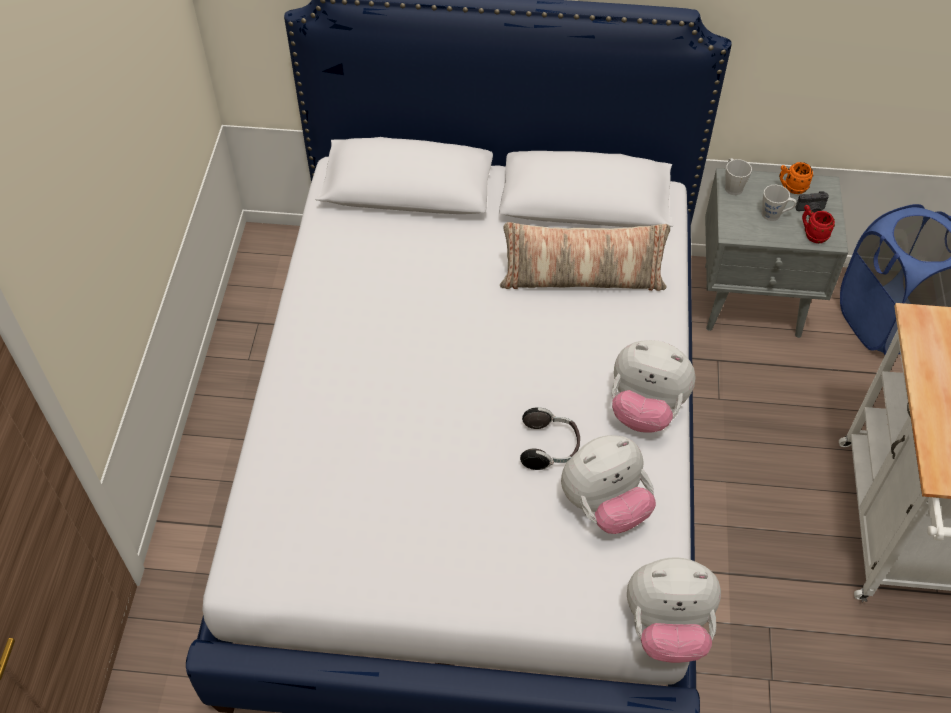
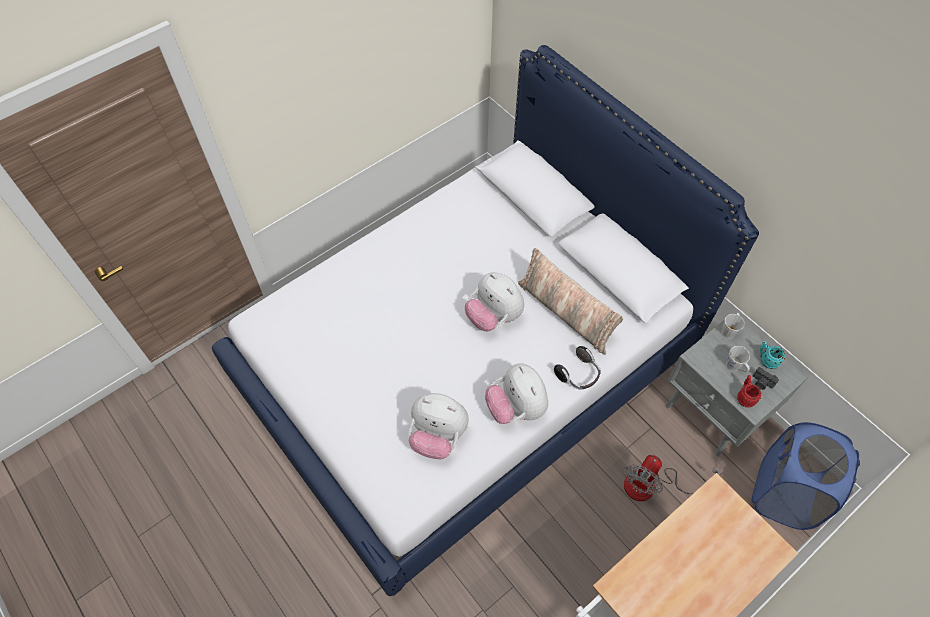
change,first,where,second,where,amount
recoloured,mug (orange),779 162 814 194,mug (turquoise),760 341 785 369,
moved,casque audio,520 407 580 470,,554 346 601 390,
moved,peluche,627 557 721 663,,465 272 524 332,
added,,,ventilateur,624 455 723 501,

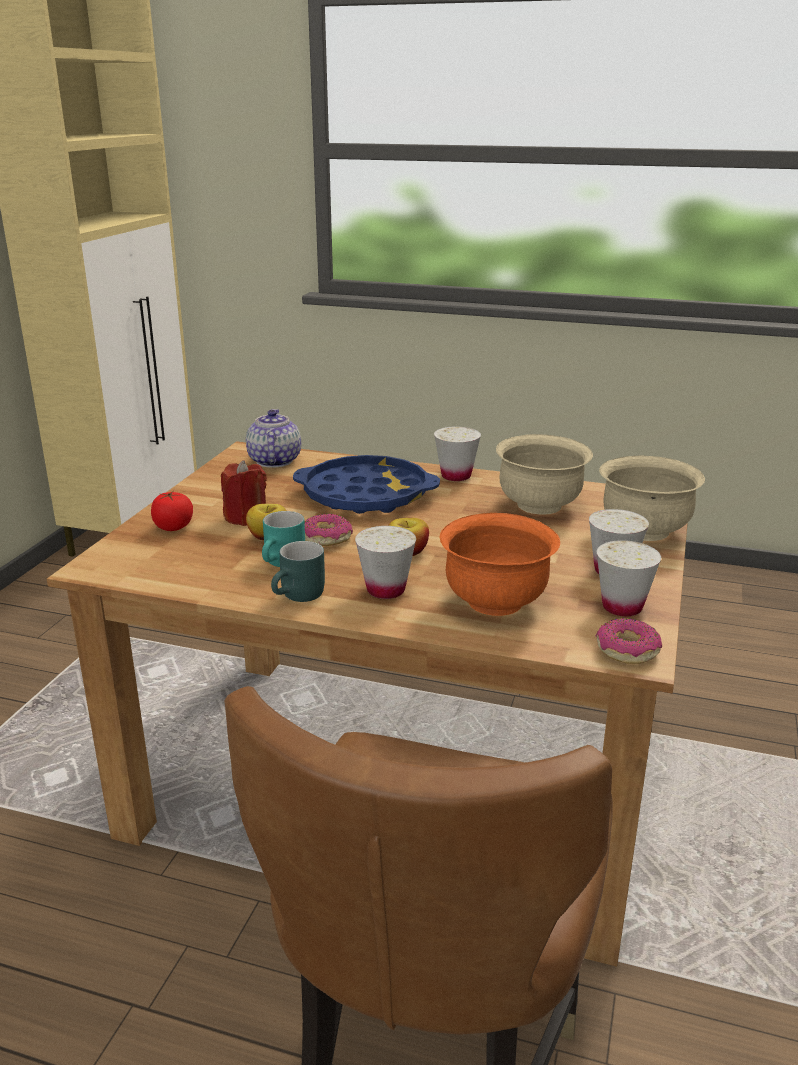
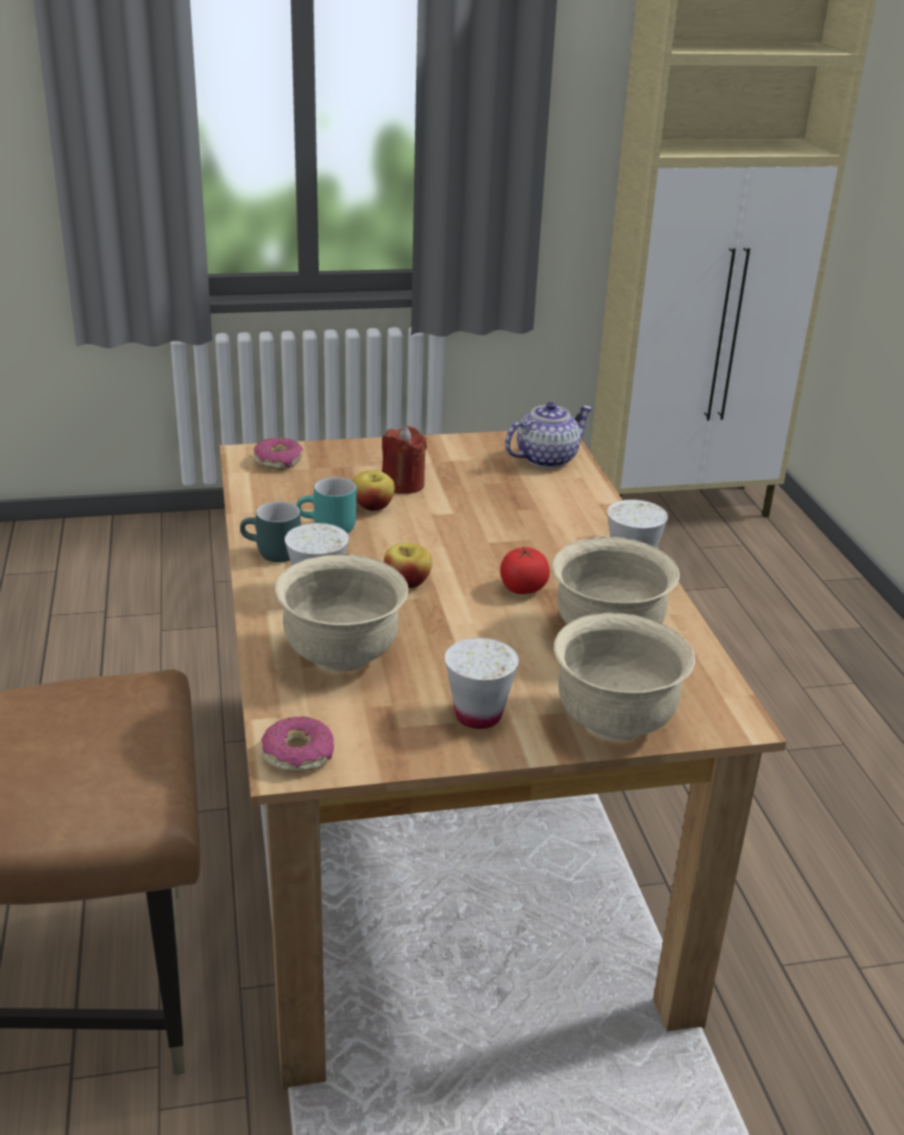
change,first,where,second,where,amount
removed,plateau (bleu),293 455 440 514,,,
moved,tomate,151 492 193 531,,500 546 550 594,
recoloured,bol (orange),440 513 560 616,bol (beige),275 554 408 672,
moved,beignet,305 514 353 546,,254 437 303 470,
removed,tasse (blanc),597 540 661 616,,,

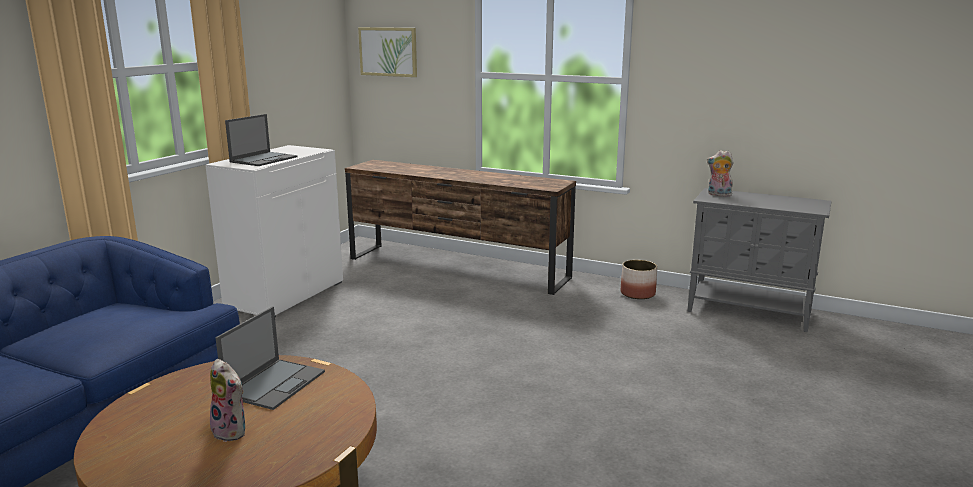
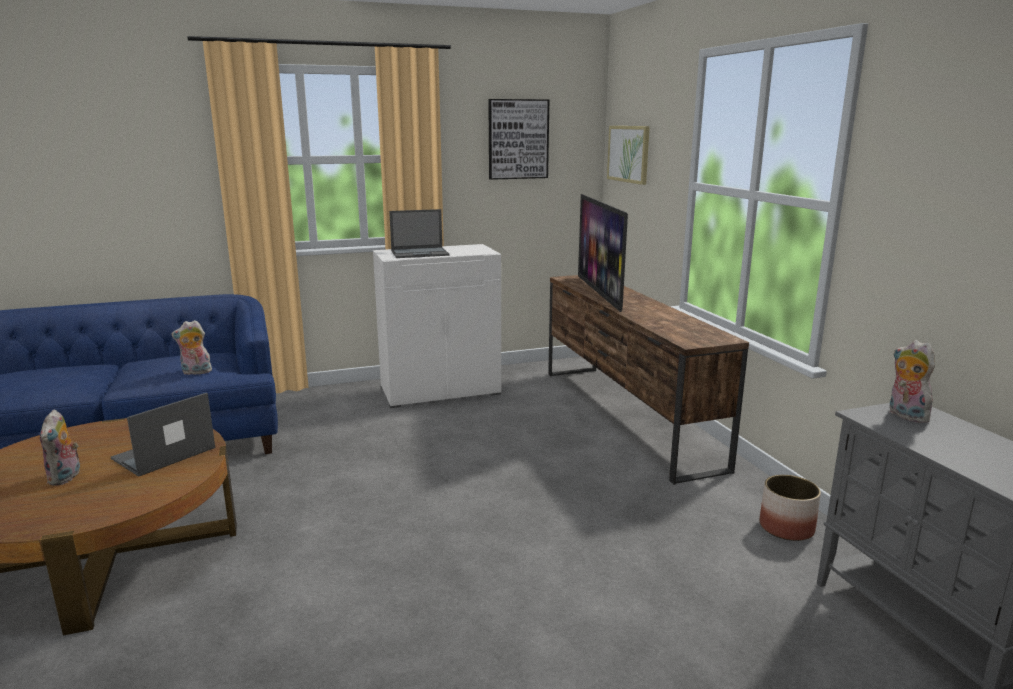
change,first,where,second,where,amount
turned,ordinateur portable,215 306 325 410,,111 393 215 477,150 degrees clockwise
added,,,tableau,488 99 549 180,
added,,,téléviseur,578 194 628 312,
added,,,peluche,171 320 215 375,

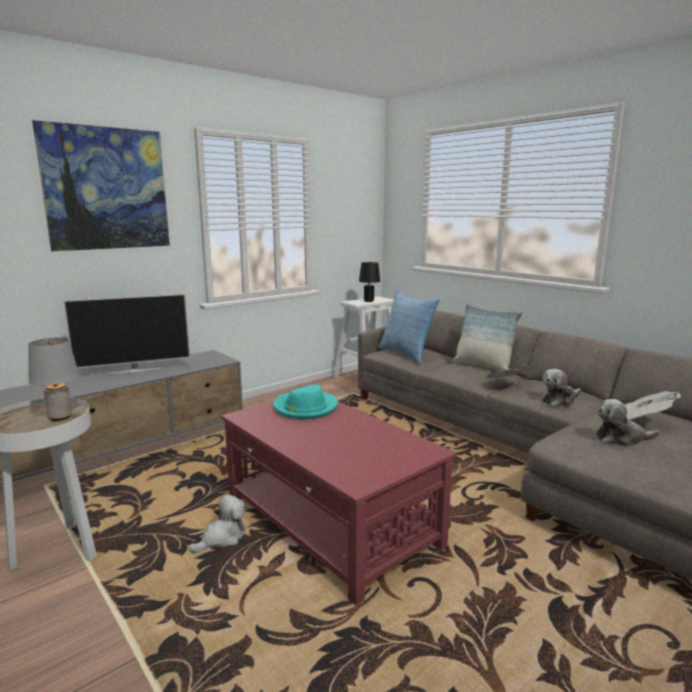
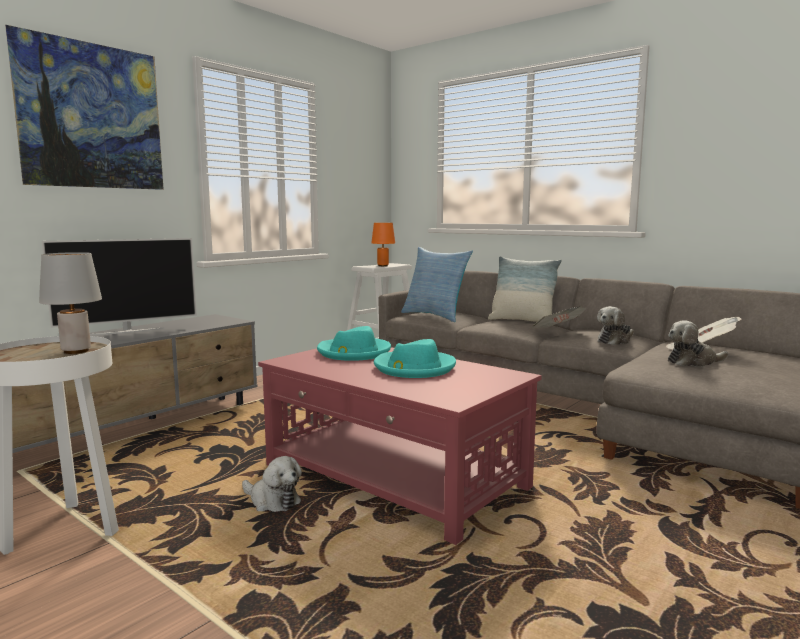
change,first,where,second,where,amount
recoloured,lampe de table (noir),359 262 380 302,lampe de table (orange),371 223 395 266,
turned,peluche,189 495 245 553,,242 456 302 512,90 degrees clockwise
added,,,chapeau (turquoise),374 339 456 378,

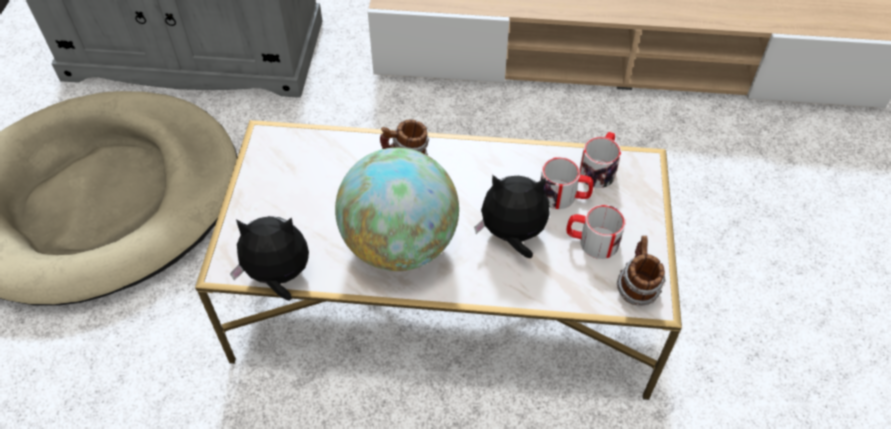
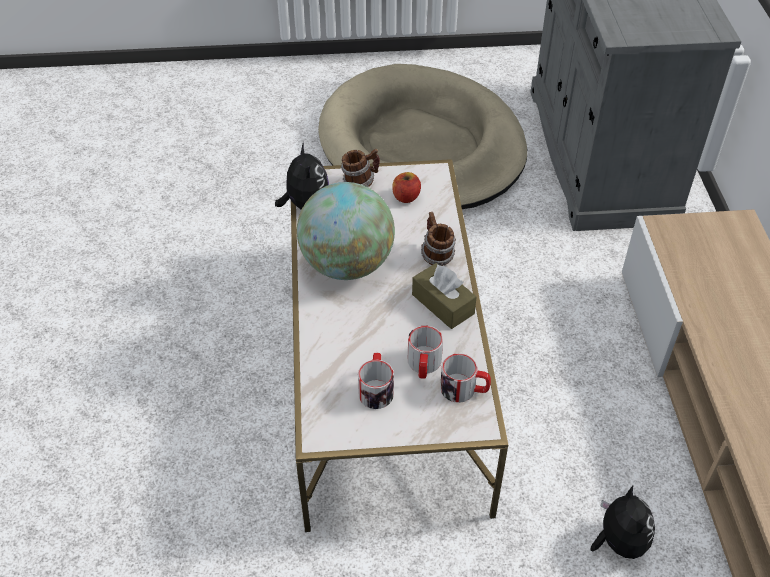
change,first,where,second,where,amount
moved,peluche,474 175 550 259,,591 486 655 559,
moved,mug,616 236 666 306,,341 149 380 187,
added,,,pomme,392 172 421 203,
added,,,boîte à mouchoirs (marron),412 263 477 329,

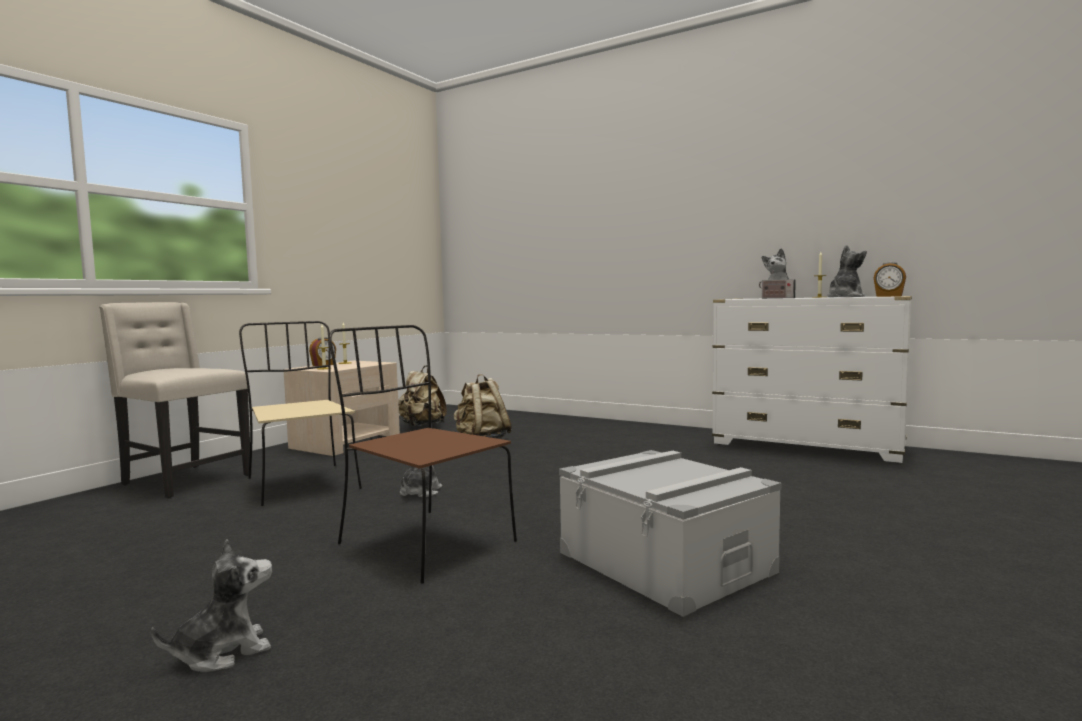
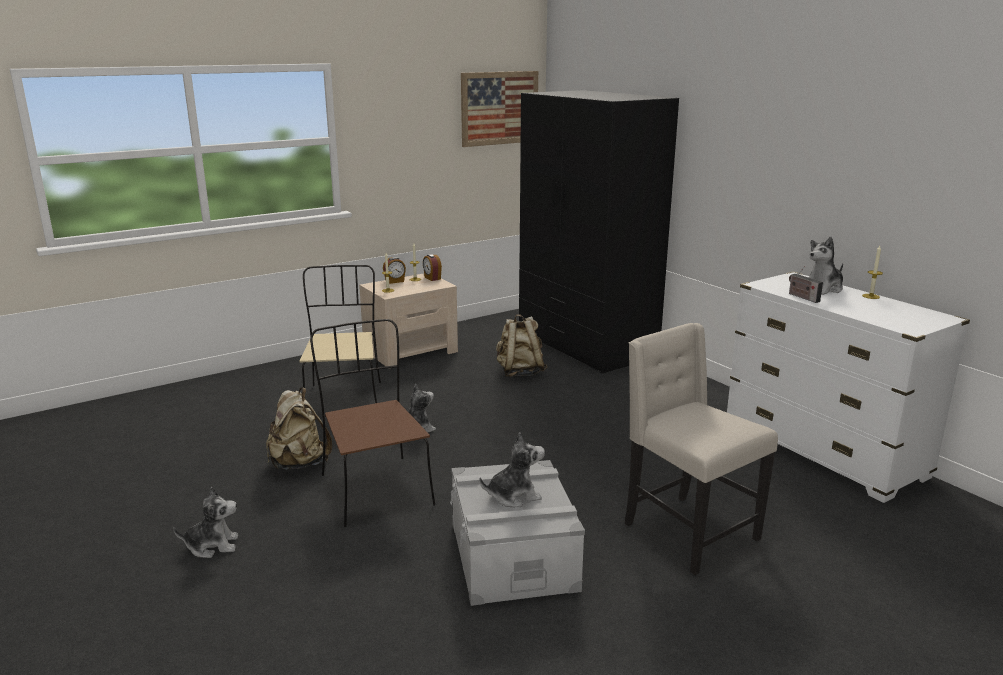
change,first,where,second,where,amount
moved,peluche,827 245 867 297,,479 432 545 507,
moved,réveil,874 262 906 297,,423 254 442 281,
moved,chaise (beige),99 302 252 499,,625 323 778 575,
moved,sac à dos (beige),398 365 447 426,,266 387 332 470,
added,,,tableau,461 71 538 147,
added,,,armoire (noir),519 90 679 373,

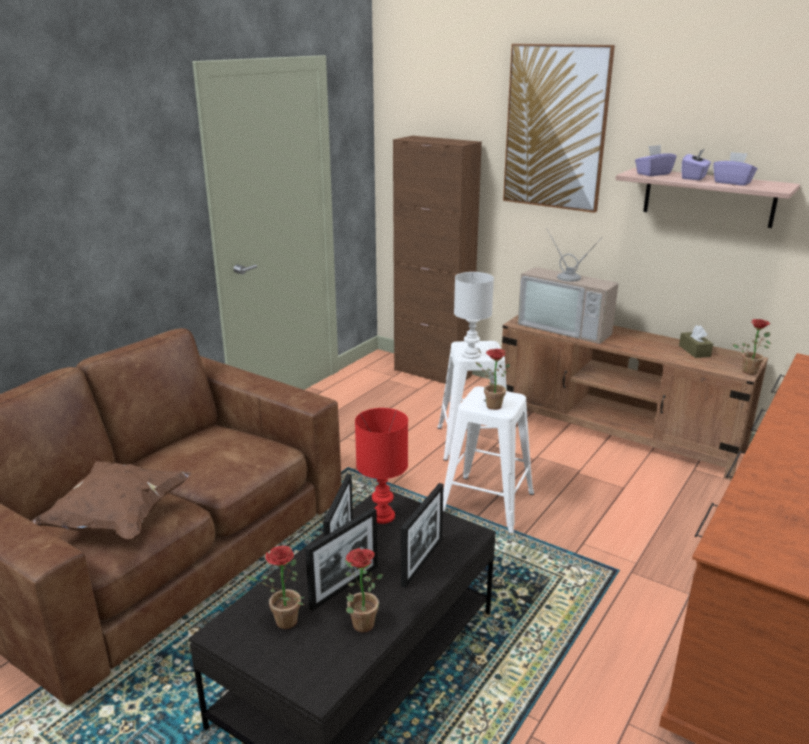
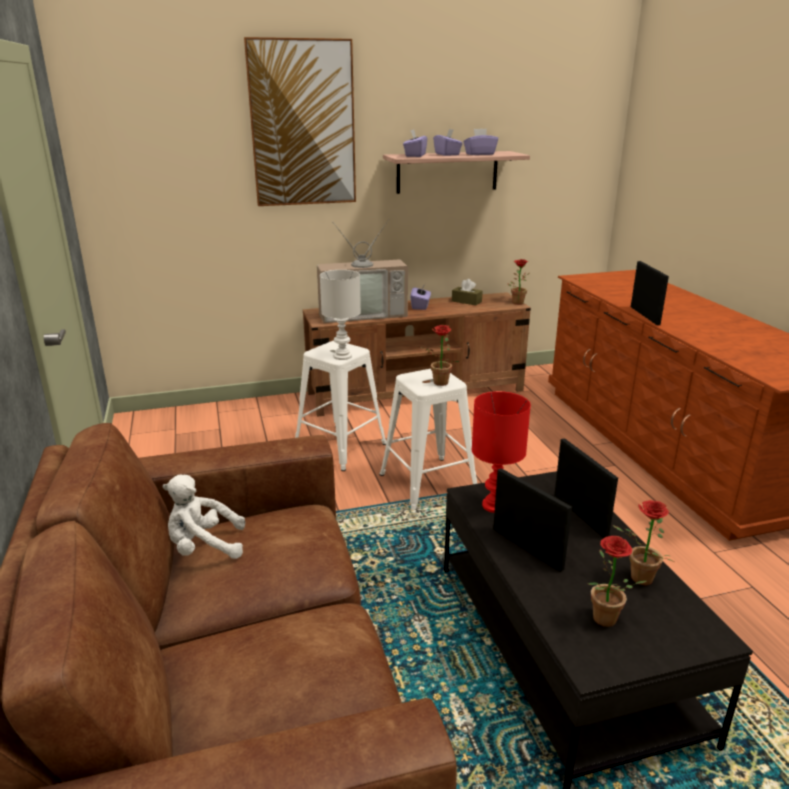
change,first,where,second,where,amount
removed,meuble de rangement (marron),393 136 482 384,,,
removed,coussin (marron),31 461 192 539,,,
moved,cadre photo,305 508 378 611,,631 261 669 325,
added,,,boîte à mouchoirs (violet),411 284 431 310,
added,,,peluche (blanc),162 474 245 559,

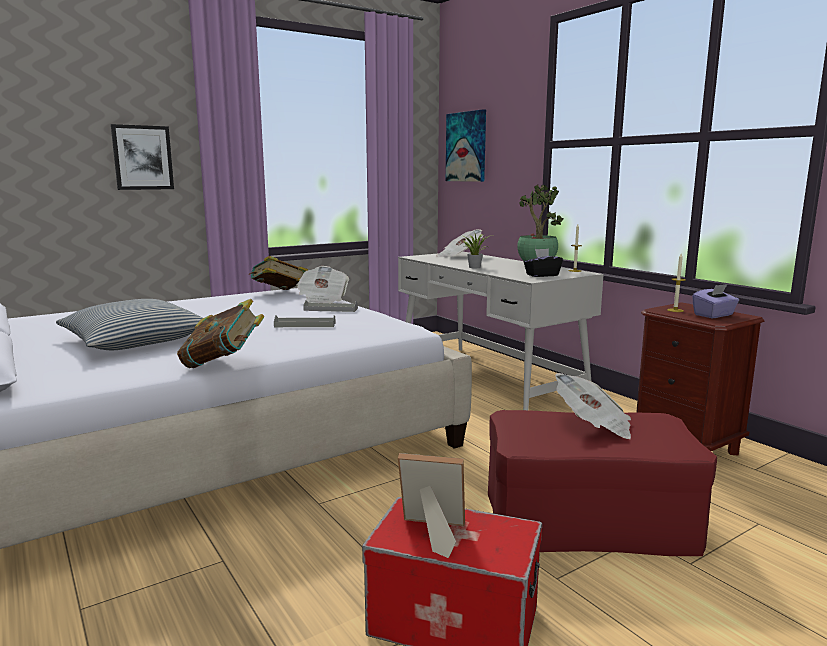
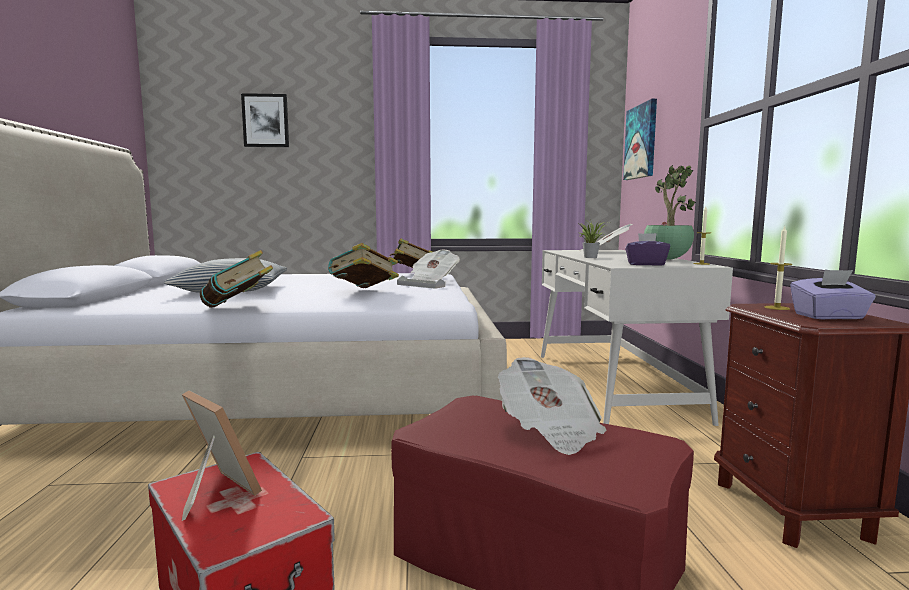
change,first,where,second,where,amount
moved,tableau,111 124 174 190,,241 93 289 147,
recoloured,boîte à mouchoirs (noir),524 248 563 277,boîte à mouchoirs (violet),625 233 670 266,
replaced,plateau (gris),274 315 335 327,livre,328 243 399 288,

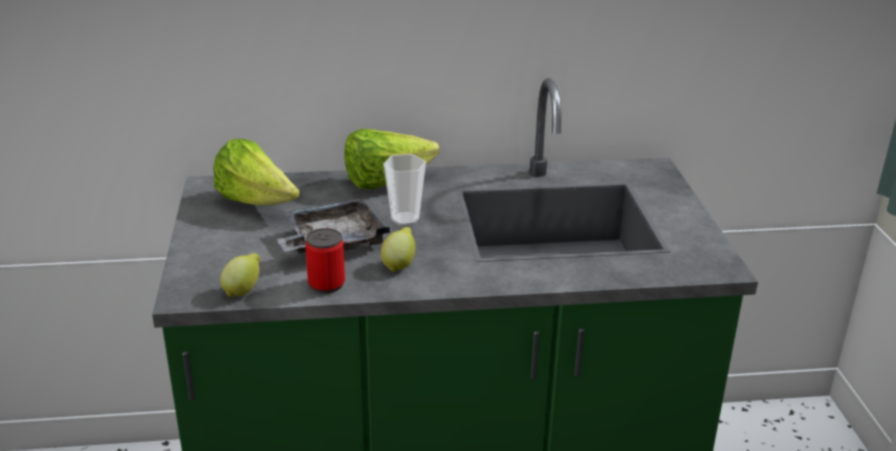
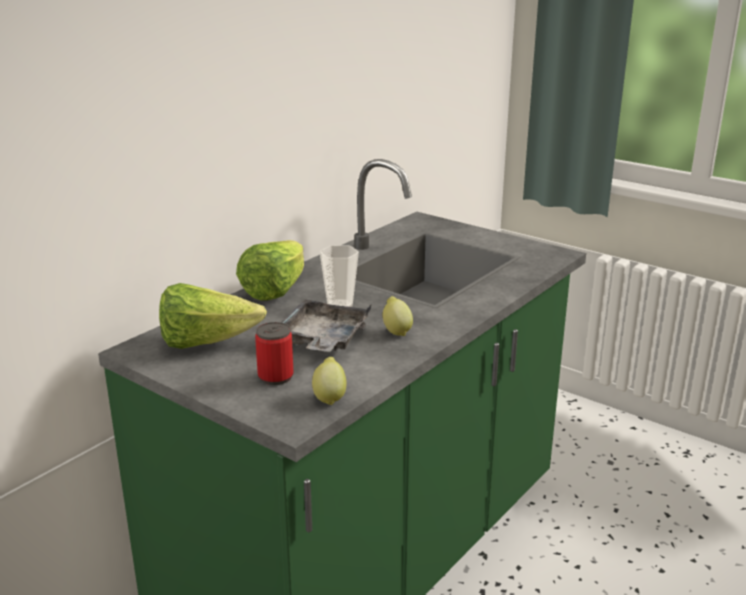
change,first,where,second,where,amount
moved,boîte métallique,305 228 345 293,,255 322 293 385,

